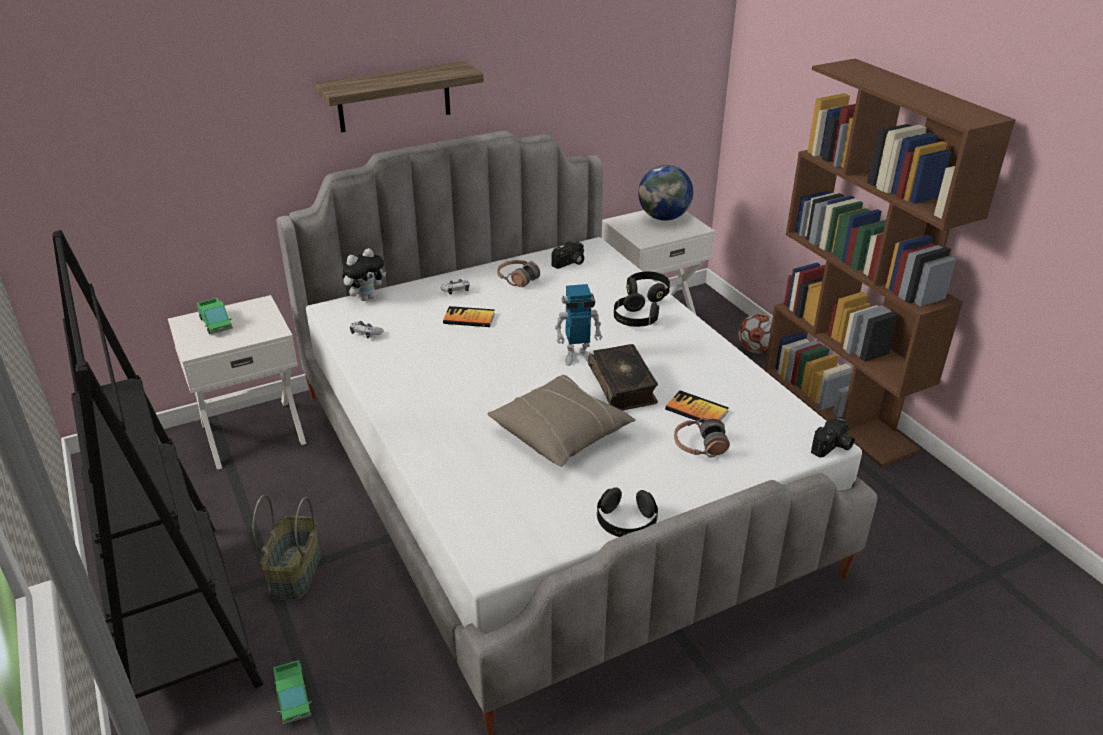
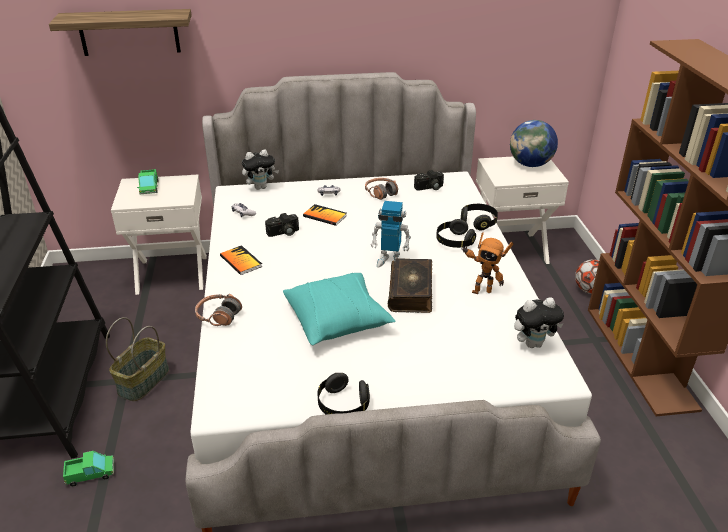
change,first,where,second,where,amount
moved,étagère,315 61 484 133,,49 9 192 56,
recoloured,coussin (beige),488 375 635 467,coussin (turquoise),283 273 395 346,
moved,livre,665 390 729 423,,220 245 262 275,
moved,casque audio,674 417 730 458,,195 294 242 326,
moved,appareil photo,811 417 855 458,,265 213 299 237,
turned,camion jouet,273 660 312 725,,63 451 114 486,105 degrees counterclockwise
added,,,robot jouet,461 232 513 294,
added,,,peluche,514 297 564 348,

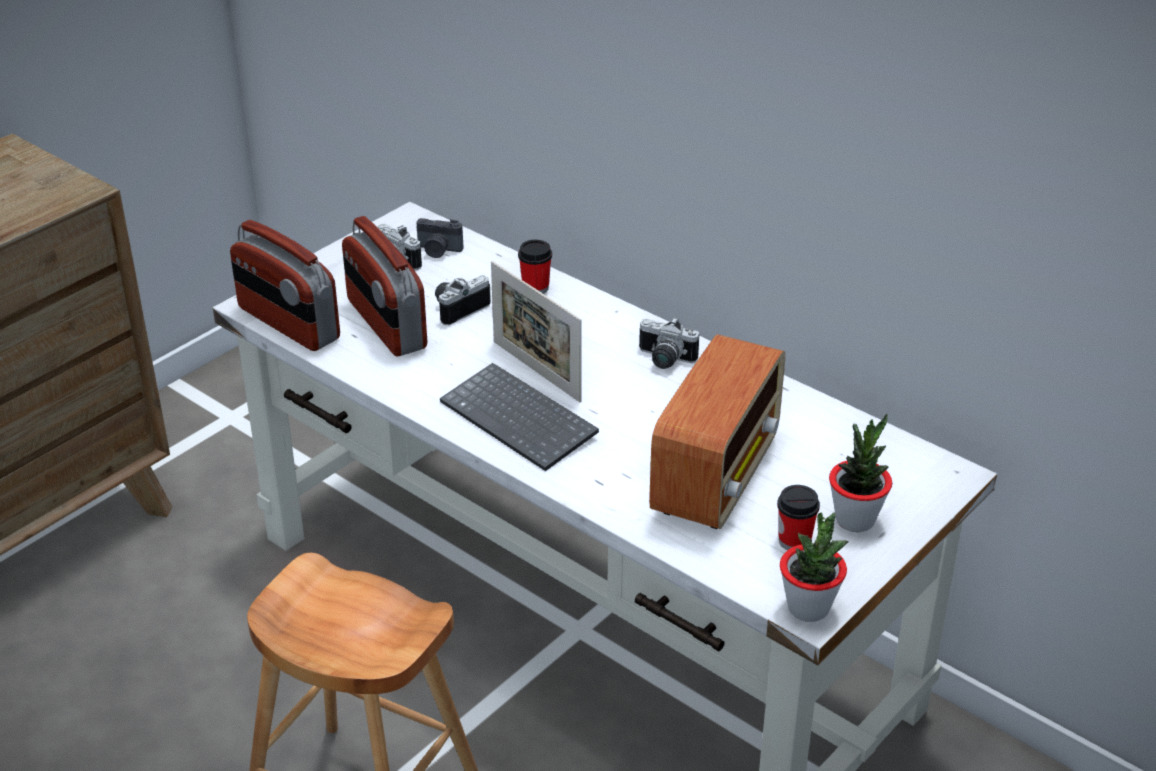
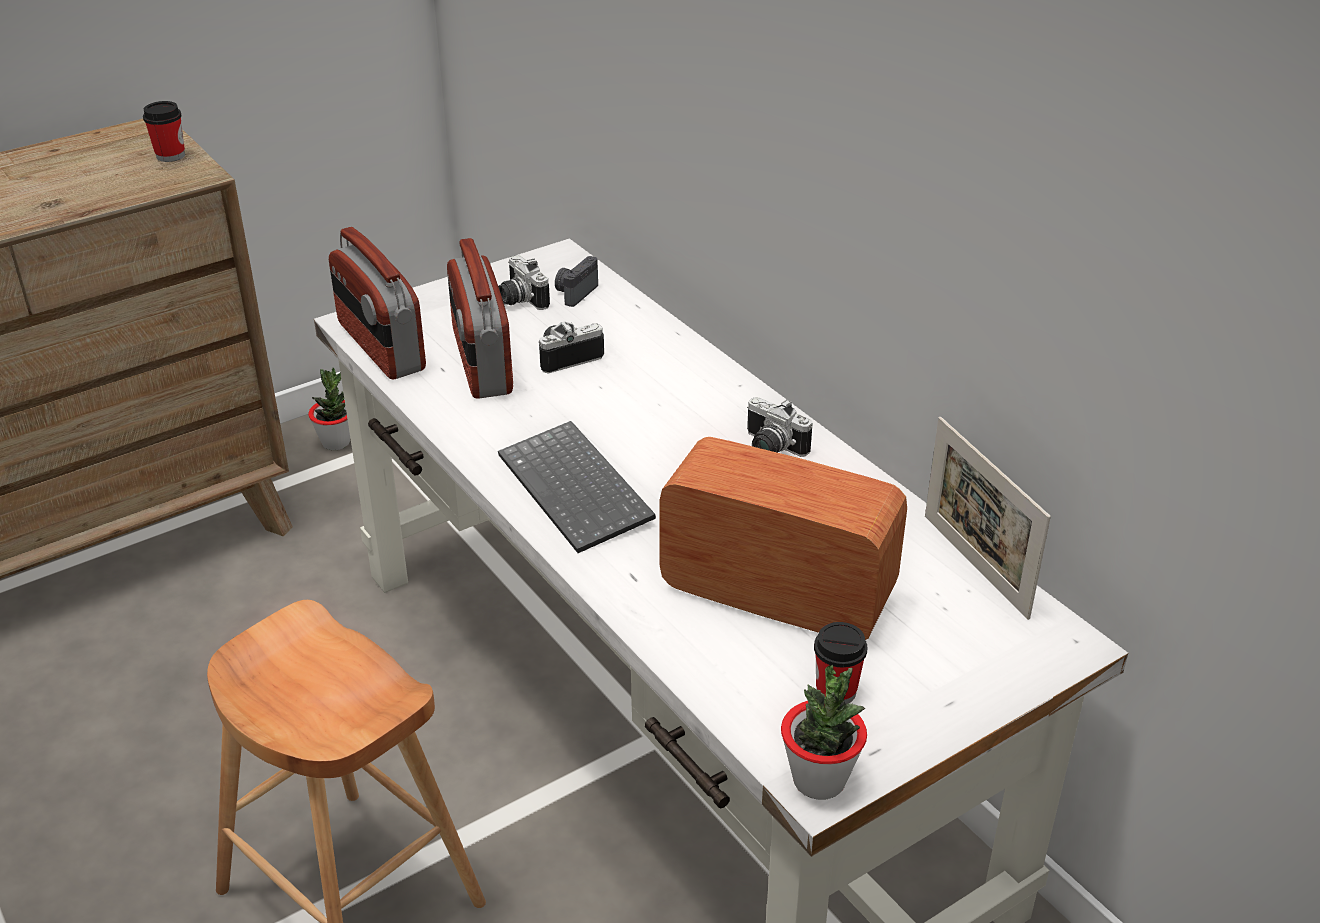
change,first,where,second,where,amount
turned,appareil photo,417 218 463 258,,555 256 598 307,90 degrees clockwise
moved,tasse,518 240 552 294,,143 101 185 162,
moved,cadre photo,491 261 582 402,,925 417 1051 620,
turned,radio,649 334 785 529,,660 437 907 640,105 degrees counterclockwise
moved,plante en pot,829 414 892 532,,308 368 350 450,

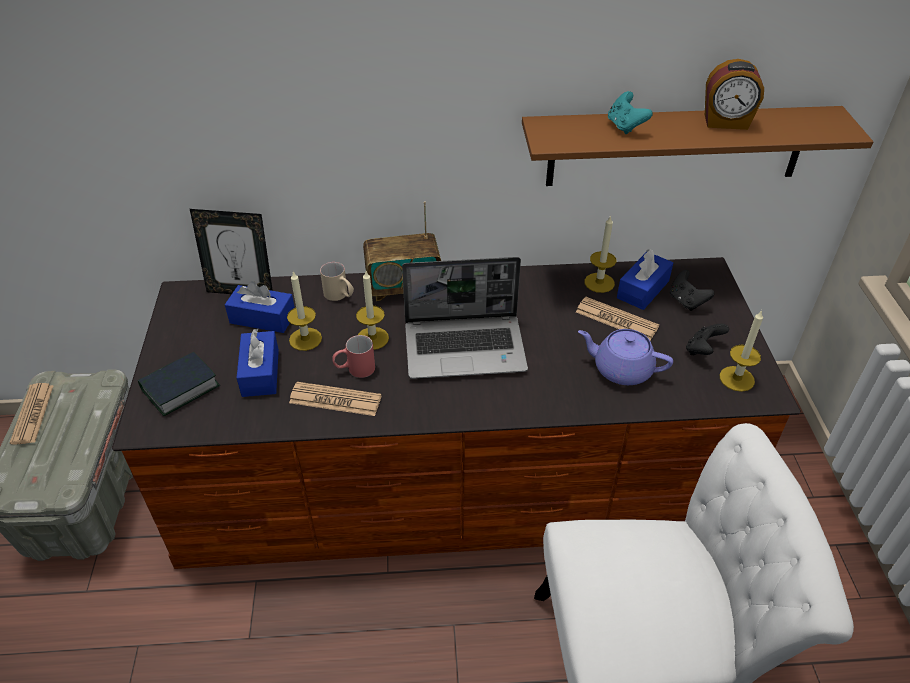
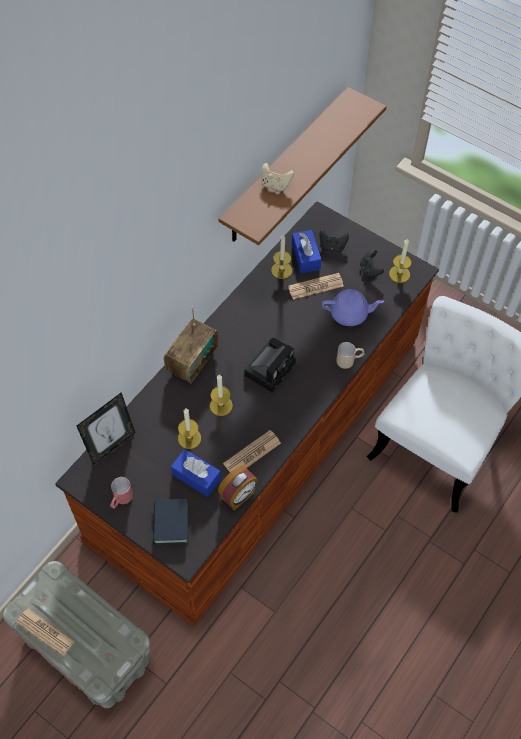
change,first,where,second,where,amount
moved,réveil,705 59 764 130,,218 466 258 511,
recoloured,manette (turquoise),608 91 653 134,manette (beige),261 163 294 191,
replaced,ordinateur portable,402 257 528 379,appareil photo,244 338 296 392,
moved,mug (beige),320 262 354 301,,336 342 364 369,
removed,boîte à mouchoirs (bleu),225 281 295 333,,,
turned,théière (violet),578 329 673 385,,321 289 384 326,150 degrees counterclockwise
moved,mug (rouge),332 335 375 378,,110 477 133 509,

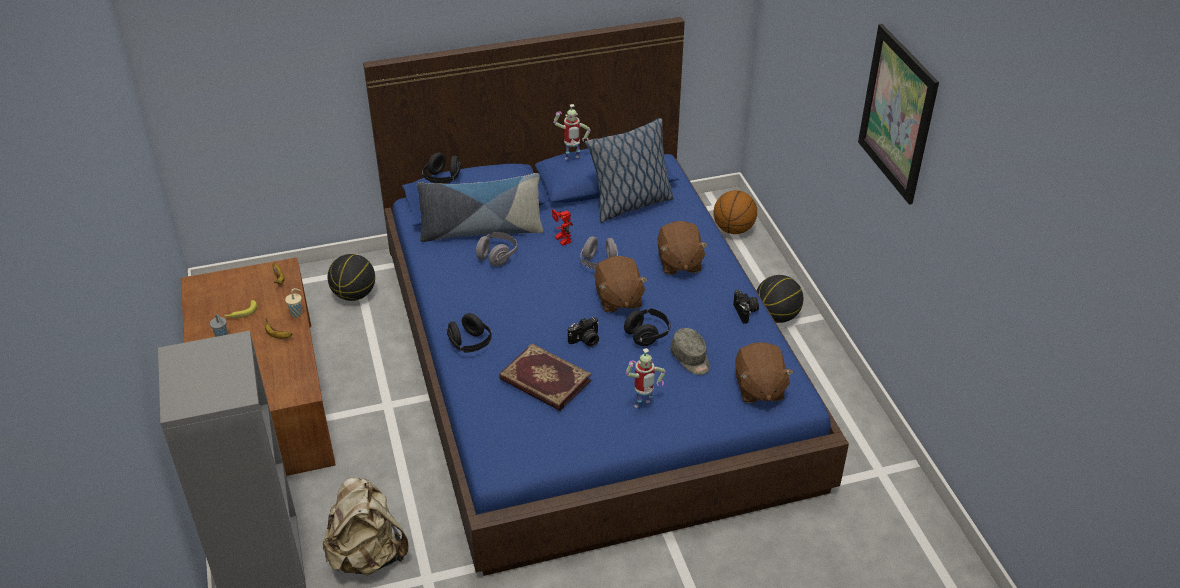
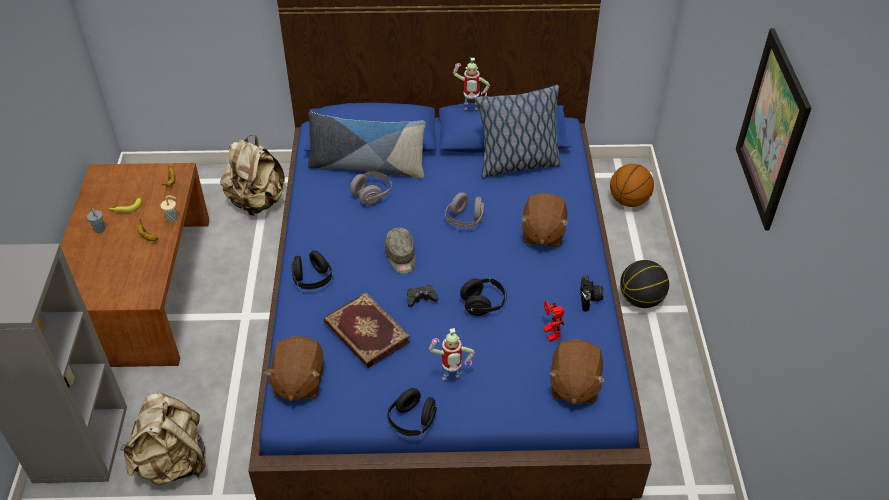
change,first,where,second,where,amount
moved,casque audio (noir),422 152 461 184,,387 388 437 436,
moved,robot jouet,552 210 573 246,,544 301 564 341,
replaced,ballon de basket,328 254 375 301,sac à dos (beige),220 135 285 216,
moved,peluche (marron),594 256 648 313,,263 336 323 401,
replaced,appareil photo,568 317 599 347,manette (noir),407 284 438 307,
moved,casquette (gris),671 328 710 375,,385 228 416 274,

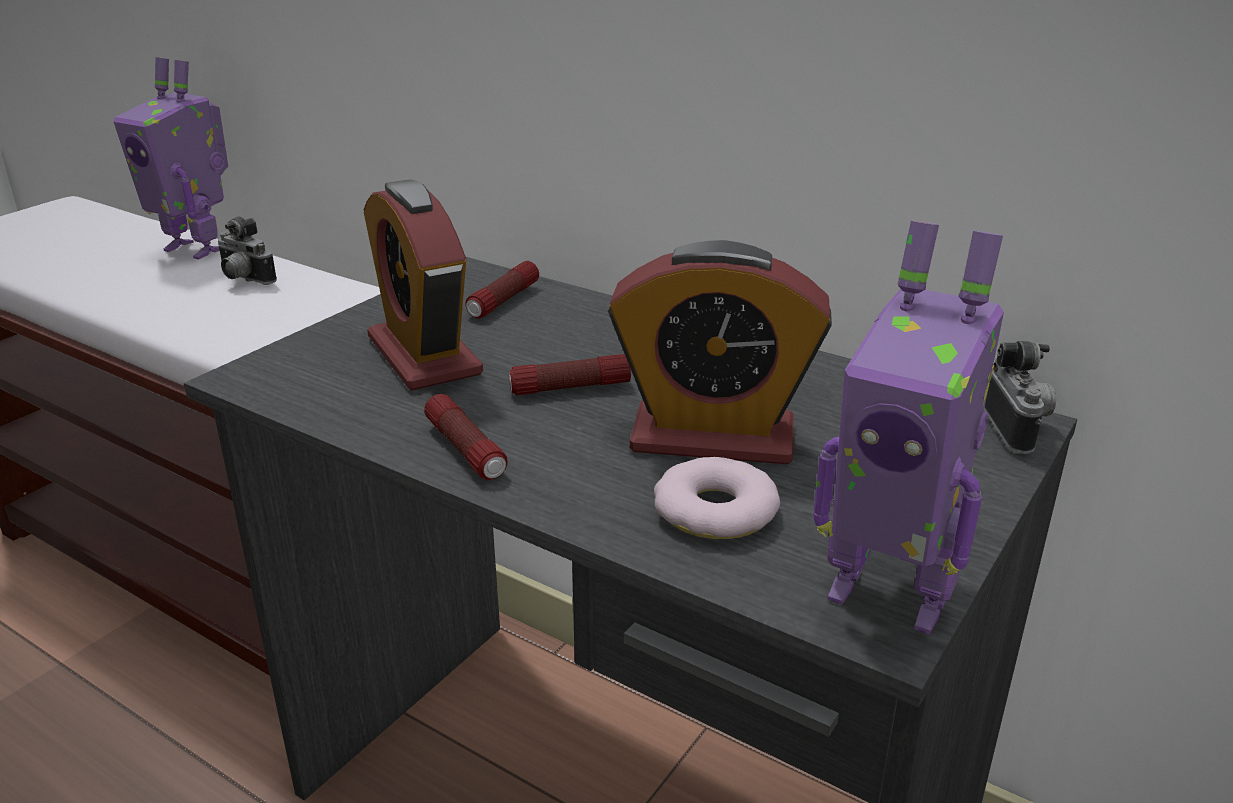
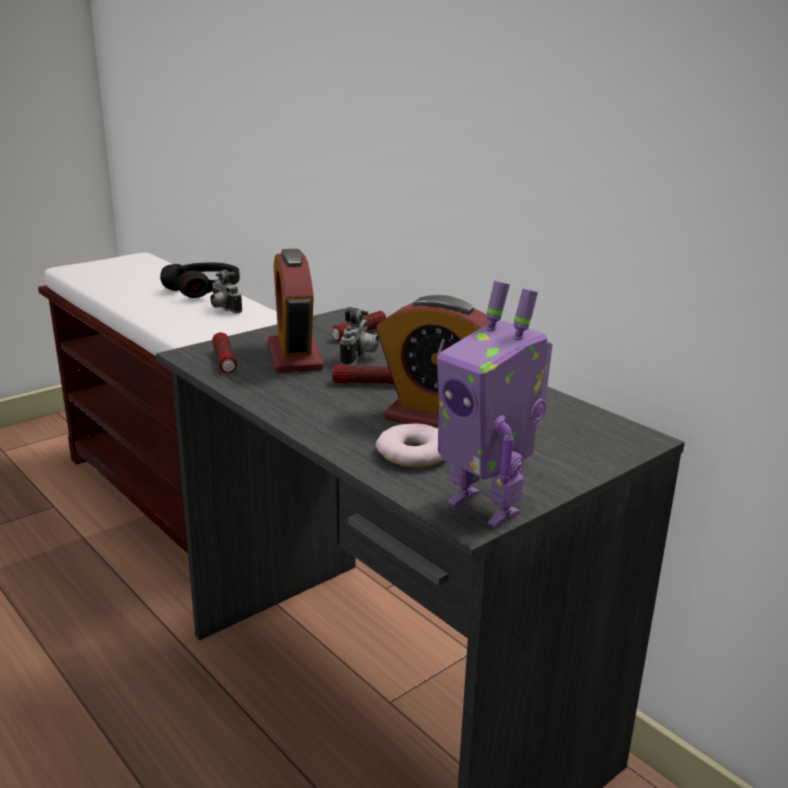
change,first,where,second,where,amount
replaced,robot jouet,114 57 228 260,casque audio (noir),160 262 240 298,
moved,appareil photo,984 341 1056 454,,340 308 379 366,
moved,lampe de poche,424 394 508 480,,212 332 237 373,

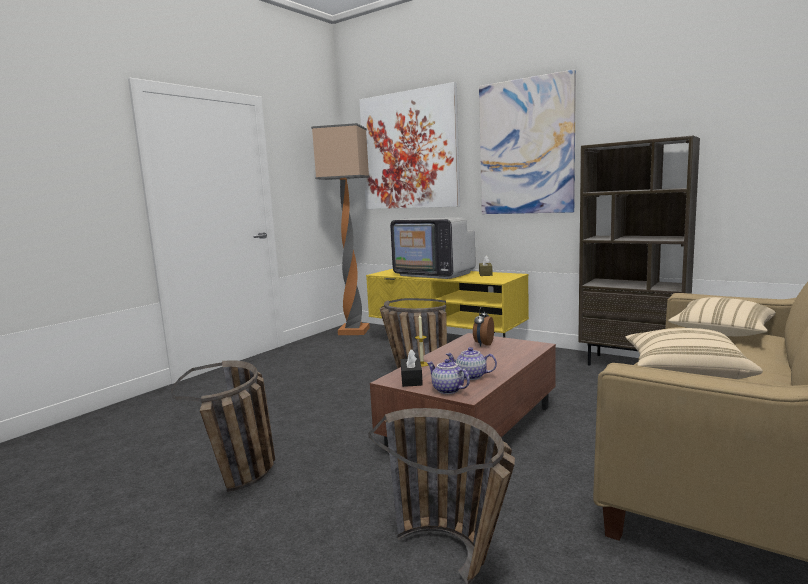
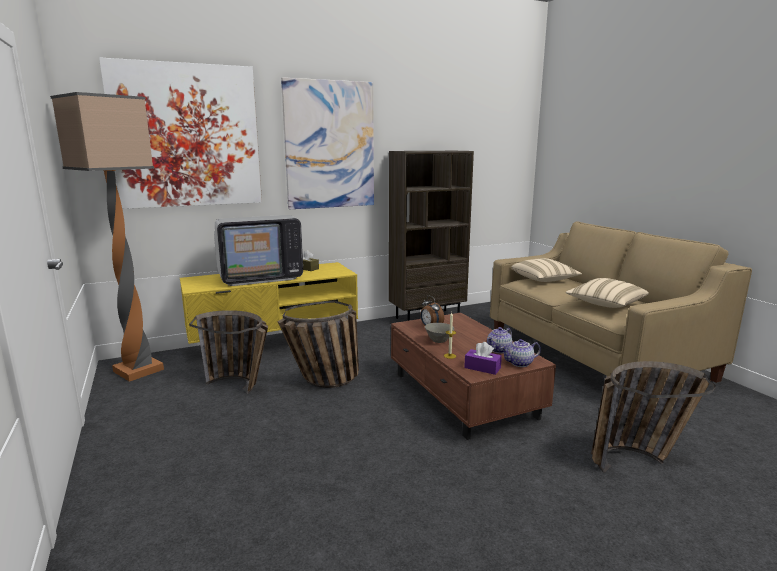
change,first,where,second,where,amount
recoloured,boîte à mouchoirs (noir),401 349 423 387,boîte à mouchoirs (violet),464 342 502 375,
moved,panier,171 360 275 492,,189 310 268 394,
added,,,bol (gris),425 323 454 343,

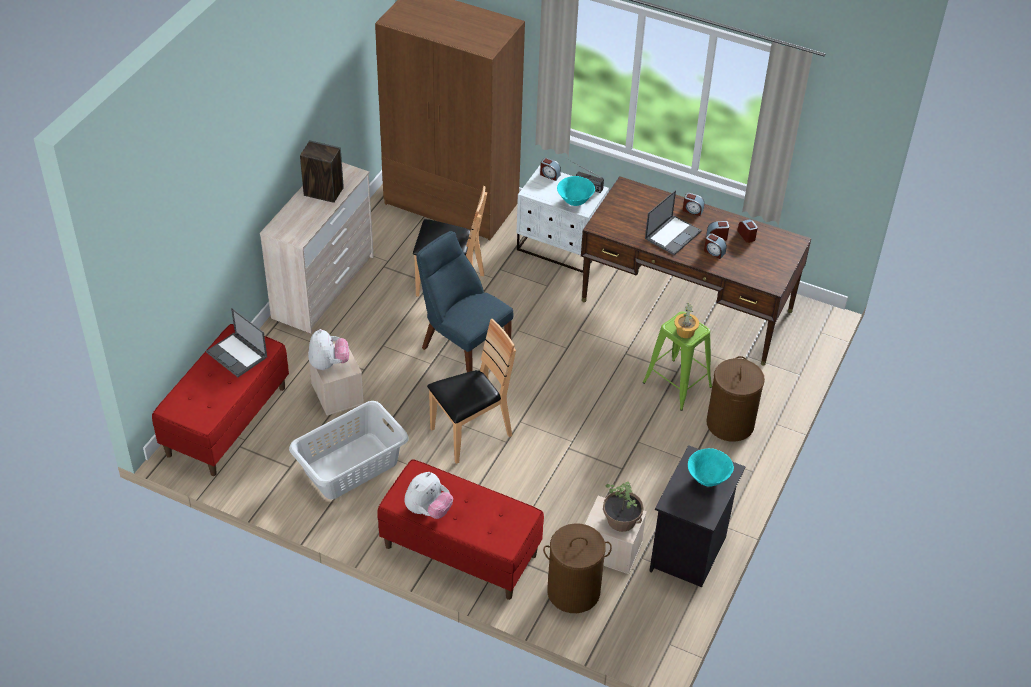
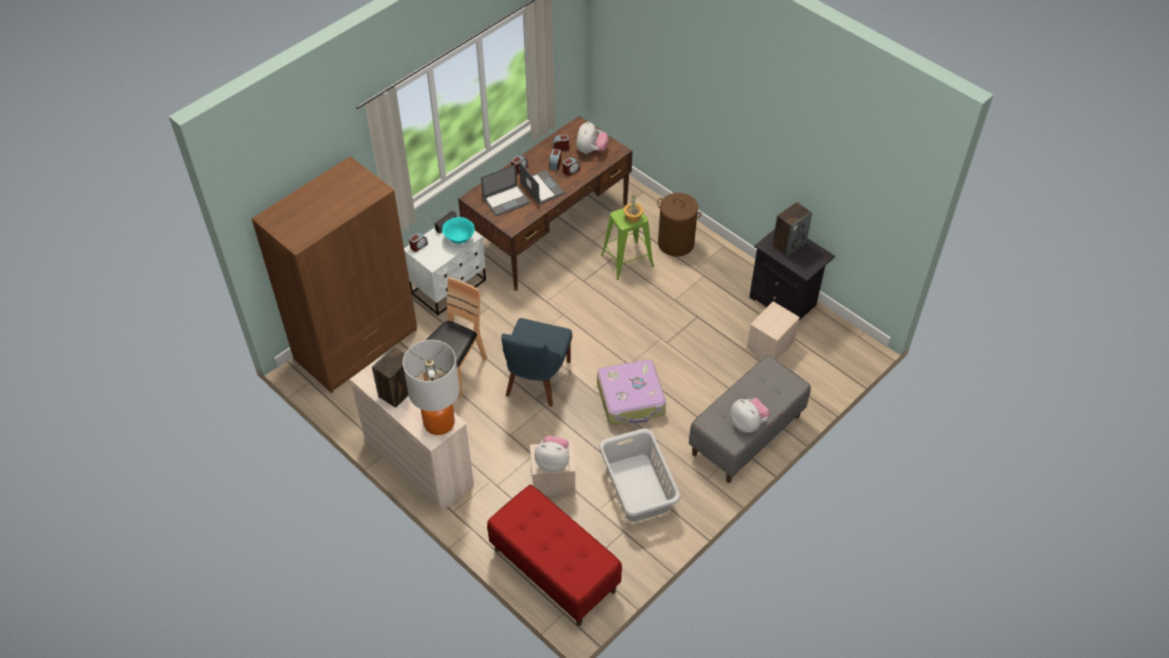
change,first,where,second,where,amount
turned,chaise (bleu),416 231 513 372,,502 318 572 407,45 degrees counterclockwise
moved,ordinateur portable,206 308 267 377,,481 164 530 216,
replaced,chaise (marron),427 319 516 464,valise,597 360 666 425,
replaced,bol (turquoise),688 448 734 487,enceinte,772 202 812 257,
recoloured,banc (rouge),378 459 544 600,banc (gris),689 355 811 483,
removed,plante en pot,603 481 644 532,,,
removed,panier à linge (marron),543 523 612 613,,,
added,,,peluche,576 121 608 154,
added,,,lampe de table,403 340 460 435,

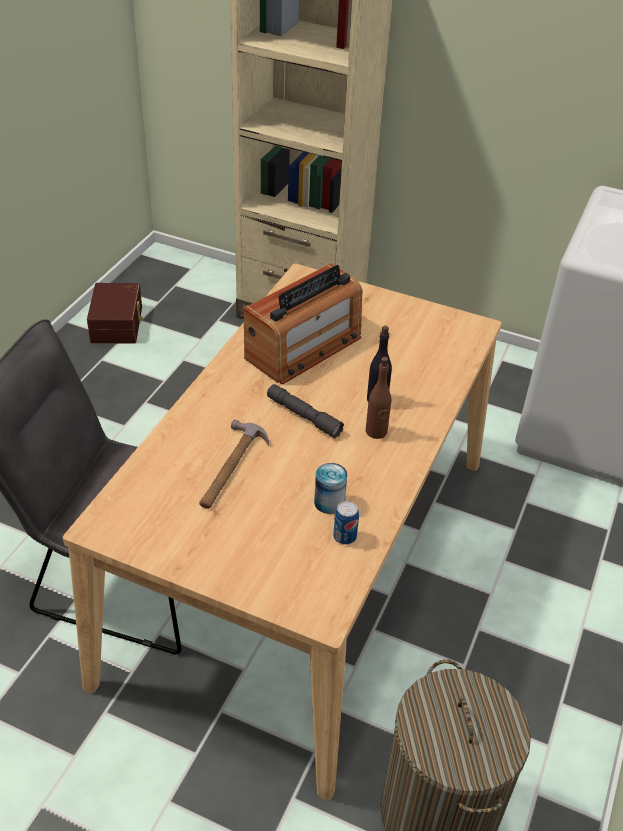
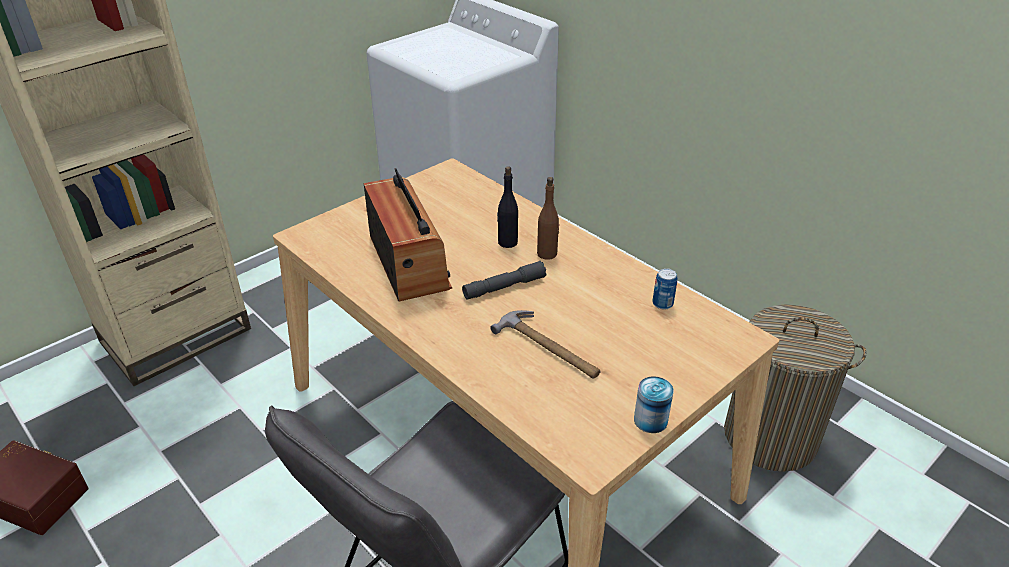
change,first,where,second,where,amount
moved,boîte métallique,314 463 347 514,,634 376 674 433,

